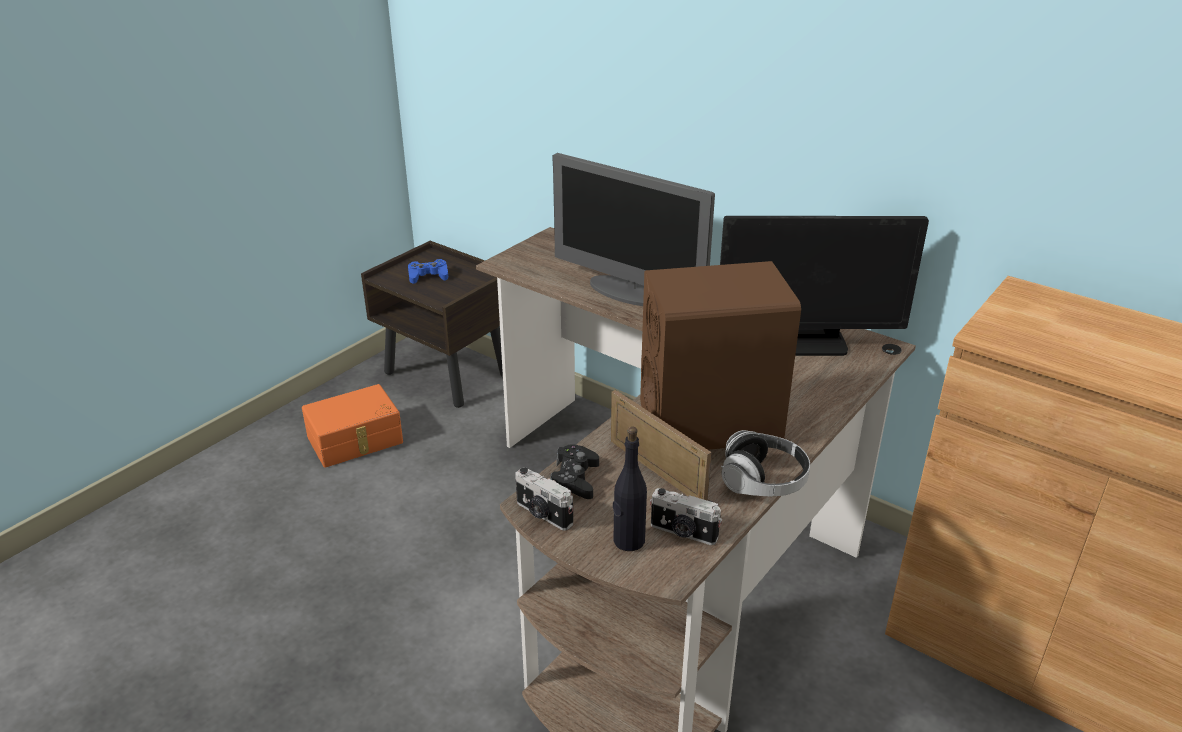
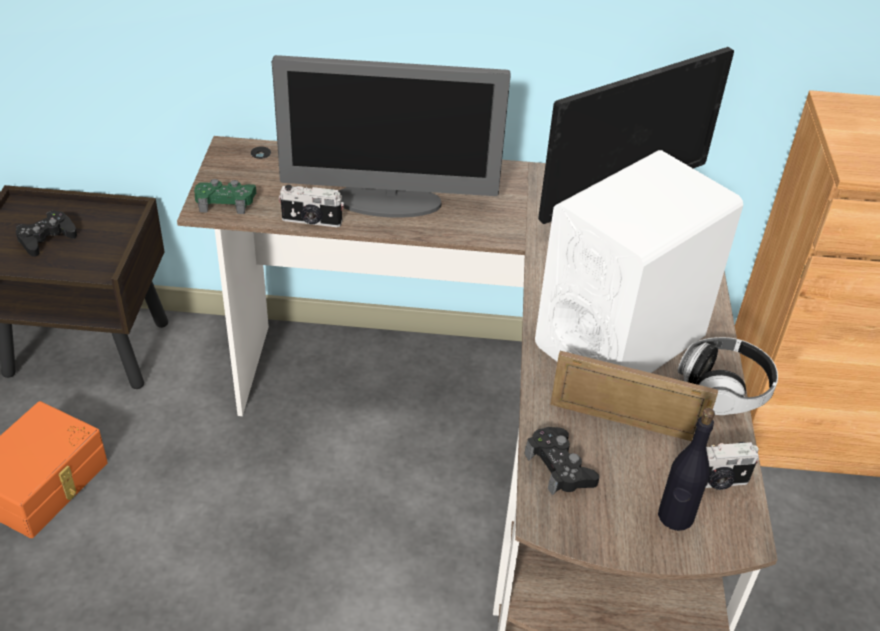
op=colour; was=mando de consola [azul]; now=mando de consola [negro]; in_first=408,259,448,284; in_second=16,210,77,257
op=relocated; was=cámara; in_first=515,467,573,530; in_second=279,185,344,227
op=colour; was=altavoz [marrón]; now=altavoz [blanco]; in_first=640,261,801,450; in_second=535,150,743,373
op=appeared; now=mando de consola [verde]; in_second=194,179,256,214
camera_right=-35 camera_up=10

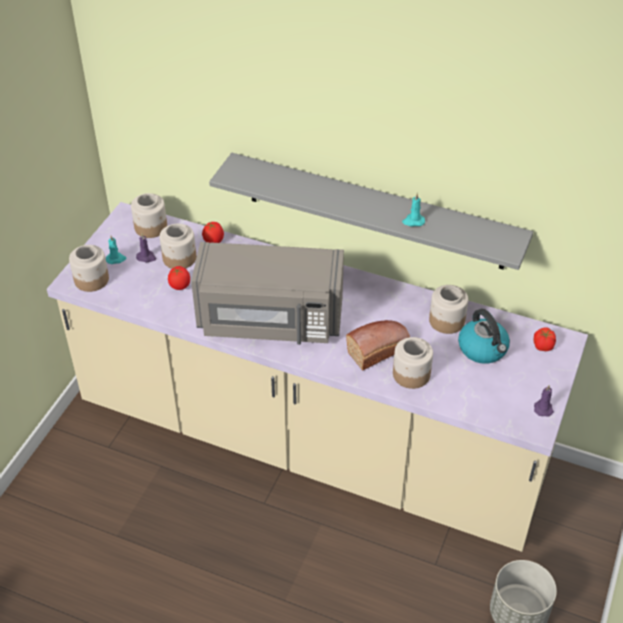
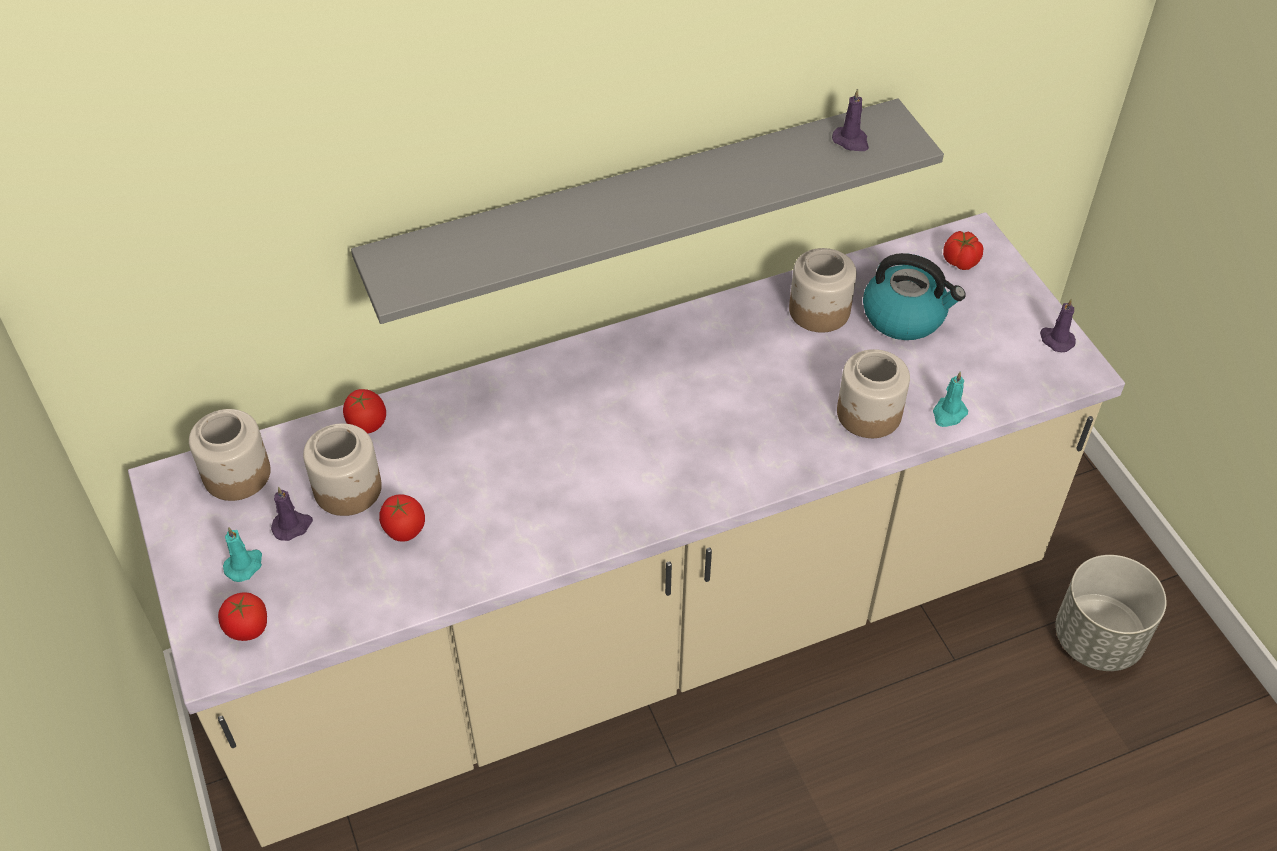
op=exchanged; was=tarro; now=tomate; in_first=69,245,109,292; in_second=218,592,267,641
op=missing; was=microondas [gris]; in_first=191,242,344,345
op=missing; was=pan; in_first=346,320,410,370
op=relocated; was=vela [turquesa]; in_first=402,193,425,227; in_second=933,371,968,427
op=appeared; now=vela [morado]; in_second=832,88,869,151
camera_right=-45 camera_up=5

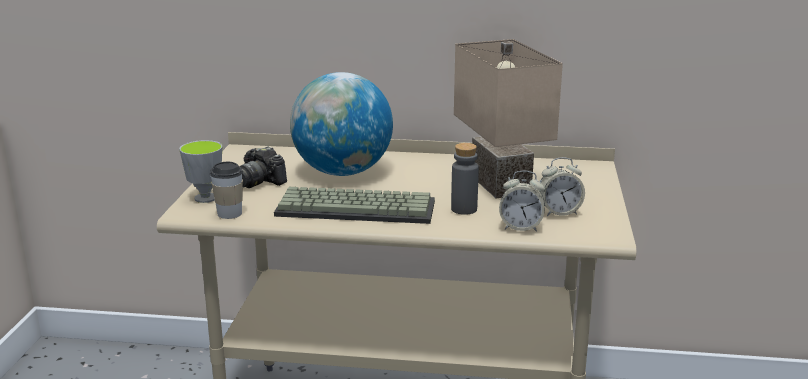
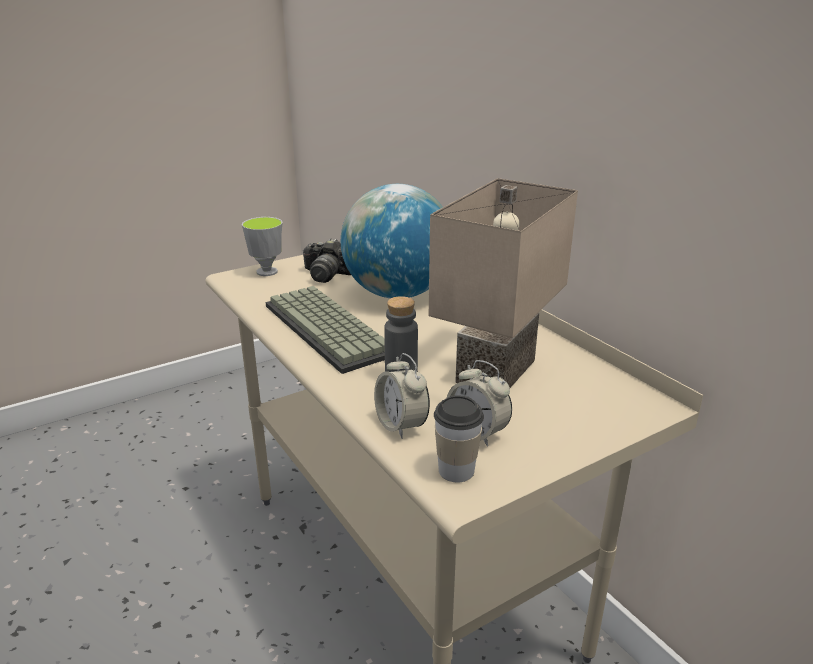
op=relocated; was=taza; in_first=210,162,243,219; in_second=434,395,484,482
op=spun; was=cámara; in_first=240,146,287,188; in_second=303,238,351,283; clockwise=-75
camera_right=50 camera_up=5

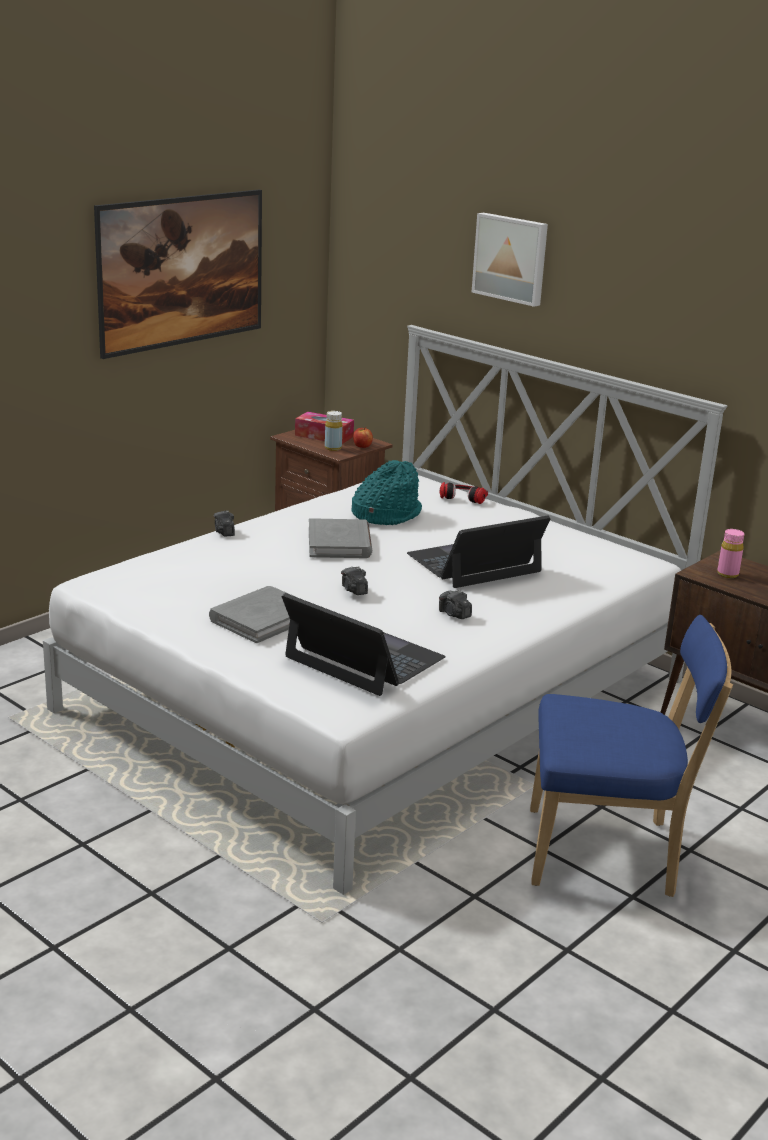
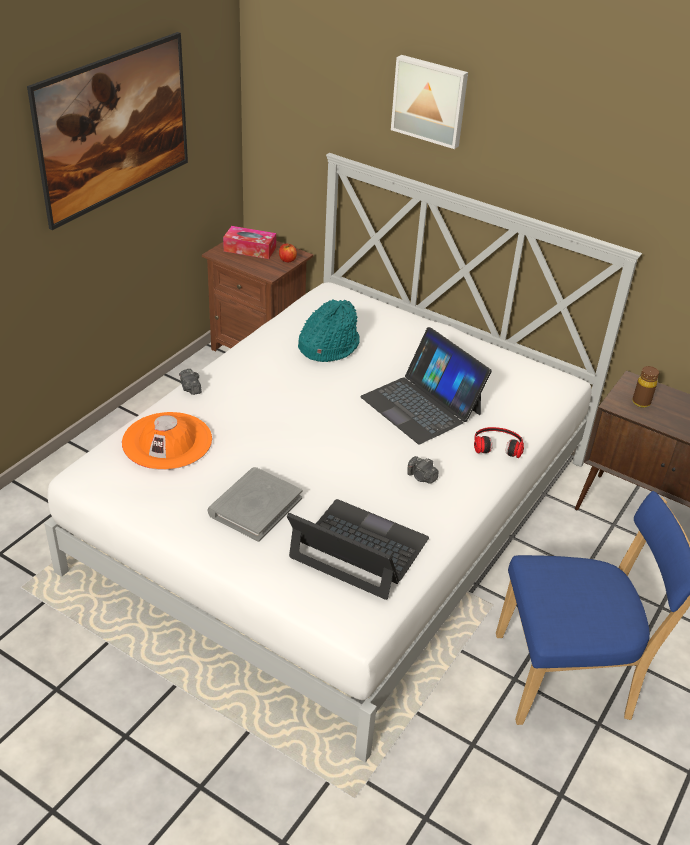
op=missing; was=libro [gris]; in_first=309,518,372,558
op=missing; was=botella [amarillo]; in_first=325,411,343,451
op=missing; was=cámara; in_first=341,566,368,595
op=spun; was=portátil; in_first=407,516,551,588; in_second=360,327,492,444; clockwise=-90
op=relocated; was=auriculares; in_first=439,482,488,504; in_second=474,427,524,458
op=colour; was=botella [rosa]; now=botella [marrón]; in_first=717,529,744,578; in_second=632,366,659,408
op=appeared; now=sombrero [naranja]; in_second=122,412,212,470
camera_right=-10 camera_up=15

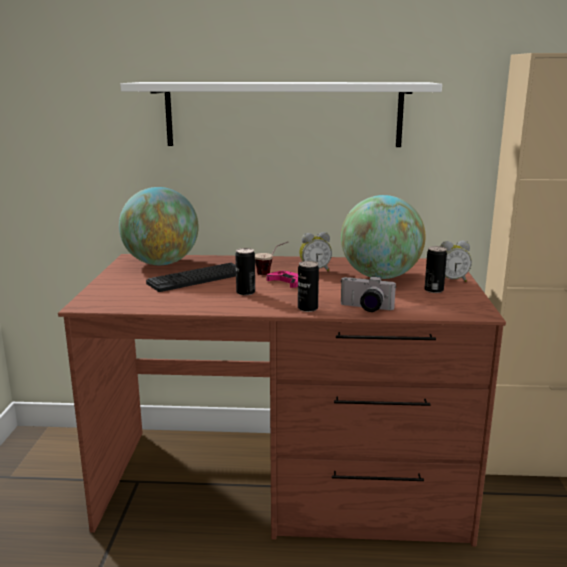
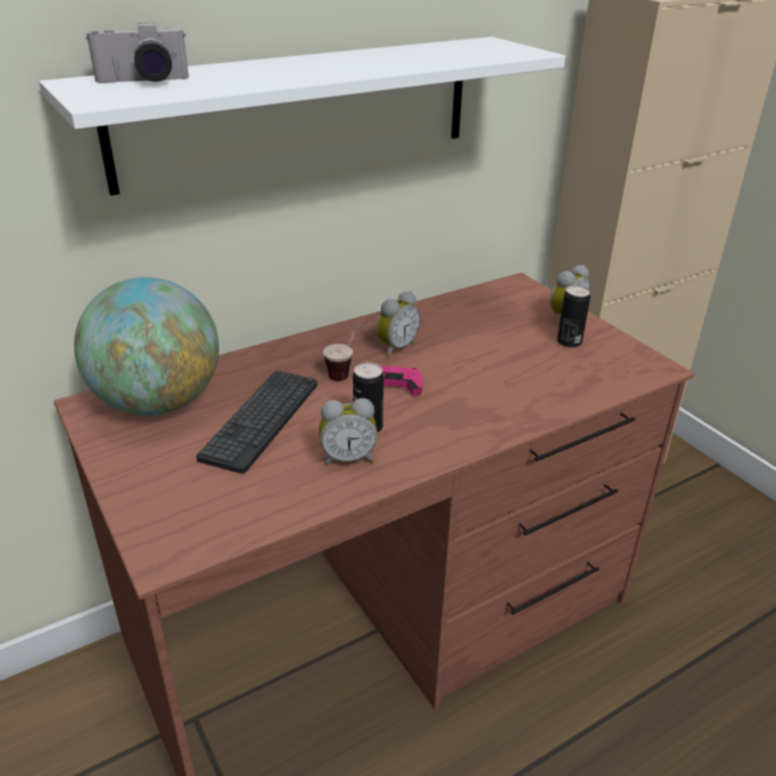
op=missing; was=lata; in_first=298,261,319,312
op=missing; was=globo terráqueo; in_first=341,195,426,279
op=relocated; was=cámara; in_first=341,276,396,312; in_second=86,23,189,83
op=appeared; now=despertador; in_second=319,398,378,466
camera_right=-35 camera_up=15

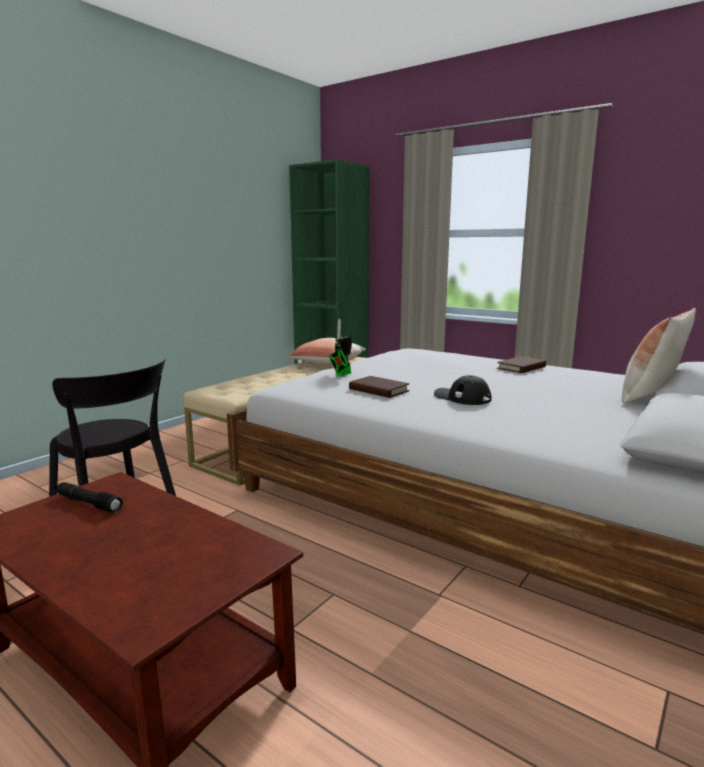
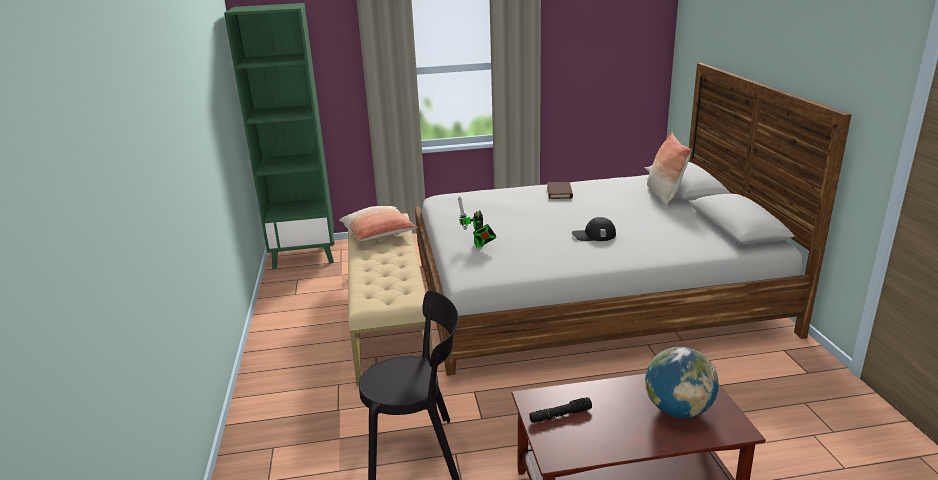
op=missing; was=libro [marrón]; in_first=349,376,409,398
op=appeared; now=globo terráqueo; in_second=645,347,718,418
camera_right=-45 camera_up=10

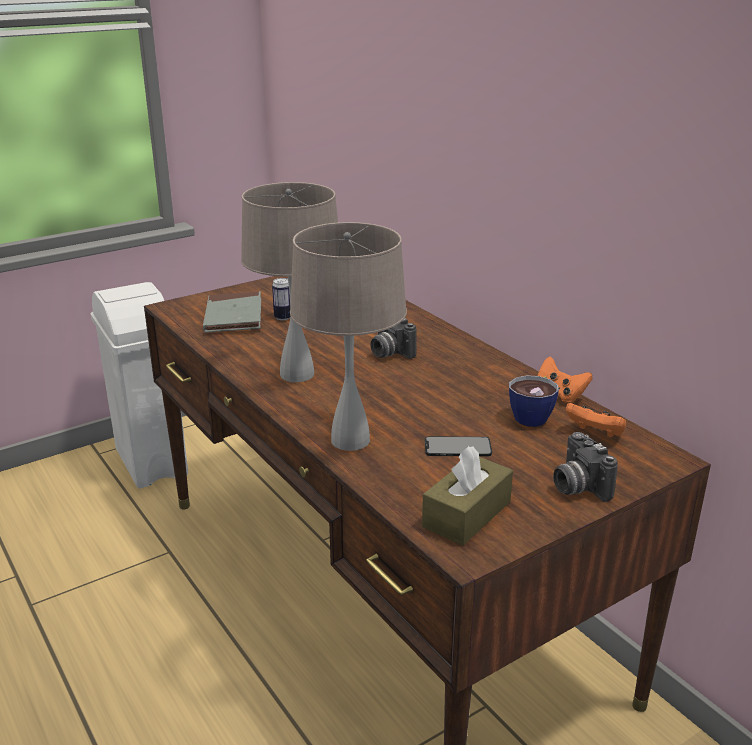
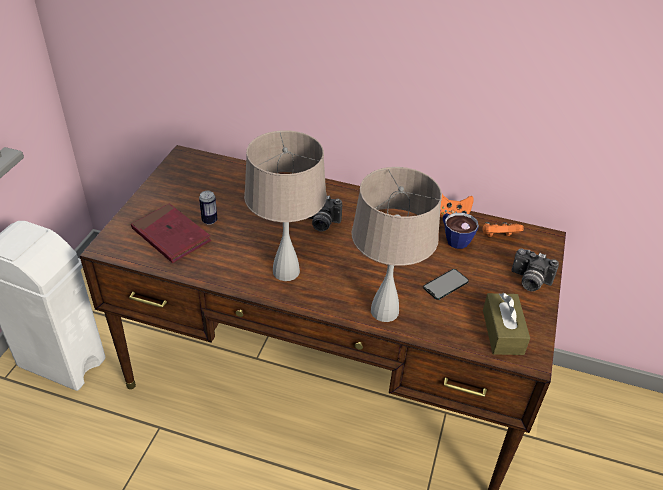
op=colour; was=libro [gris]; now=libro [rojo]; in_first=203,292,261,333; in_second=131,203,211,263
camera_right=-40 camera_up=15

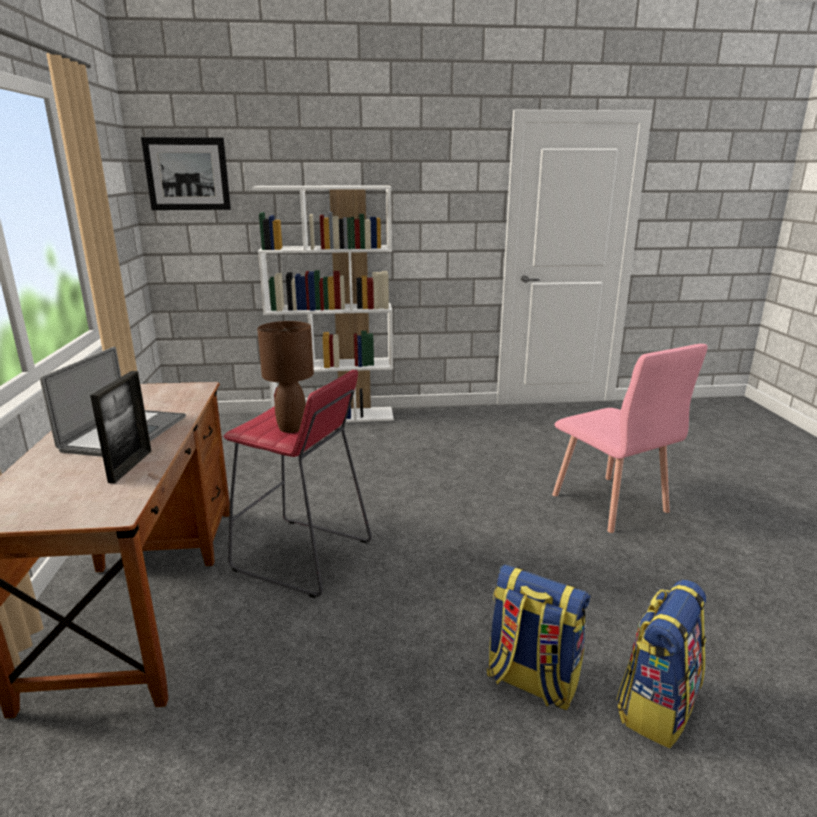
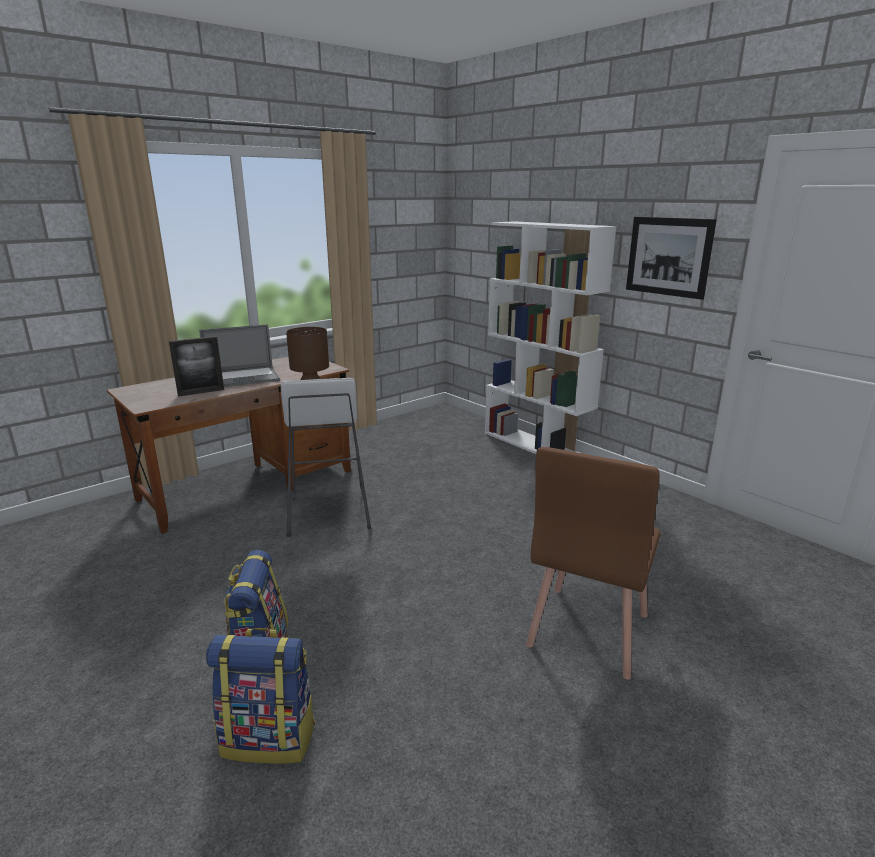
op=relocated; was=cuadro; in_first=141,137,231,210; in_second=626,217,716,300
op=colour; was=taburete [rojo]; now=taburete [blanco]; in_first=223,370,372,598; in_second=281,378,371,537
op=colour; was=silla [rosa]; now=silla [marrón]; in_first=552,344,708,533; in_second=526,447,660,680
camera_right=55 camera_up=0

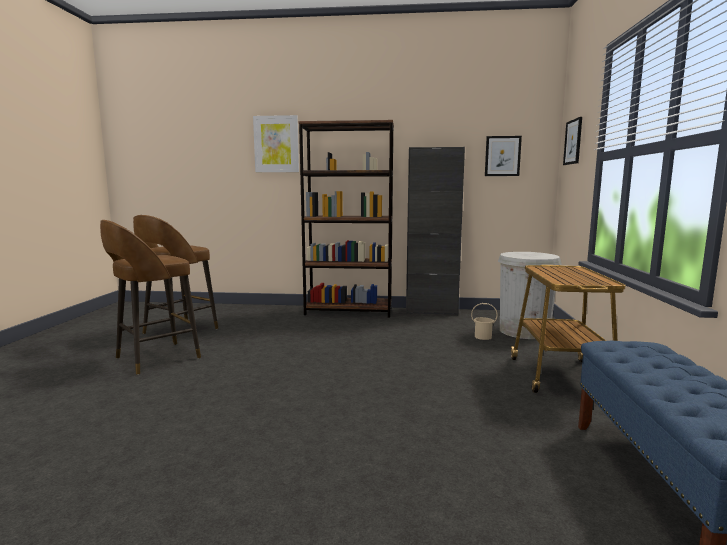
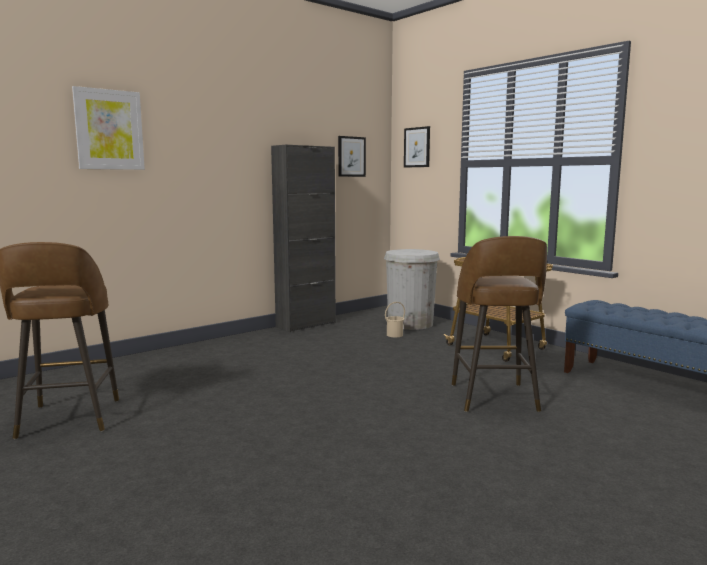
op=relocated; was=taburete [marrón]; in_first=100,220,201,375; in_second=452,236,547,412
op=missing; was=estantería [marrón]; in_first=298,120,394,317
camera_right=-45 camera_up=0

